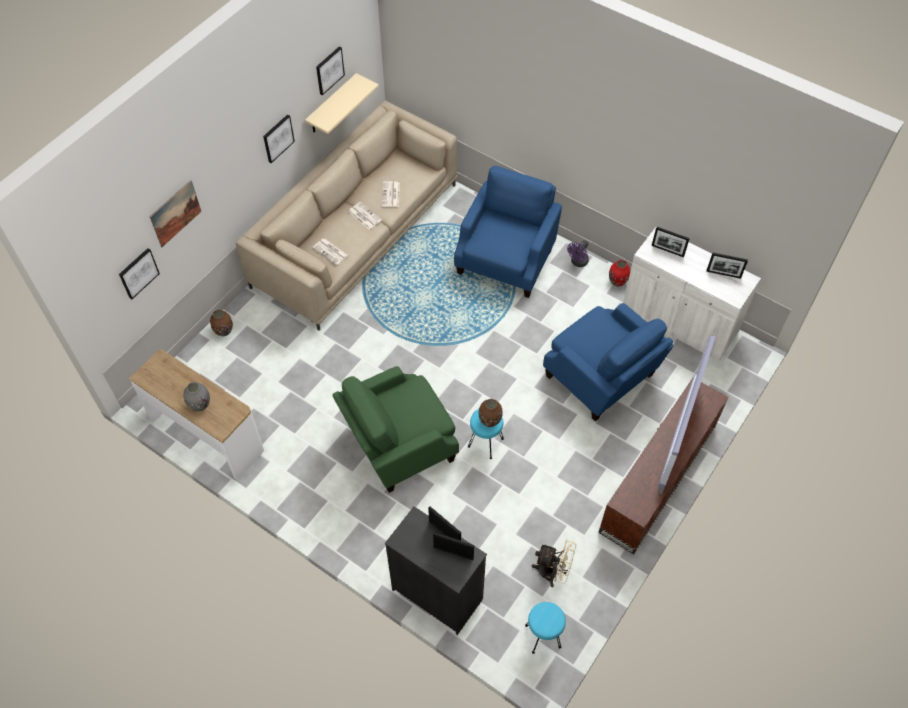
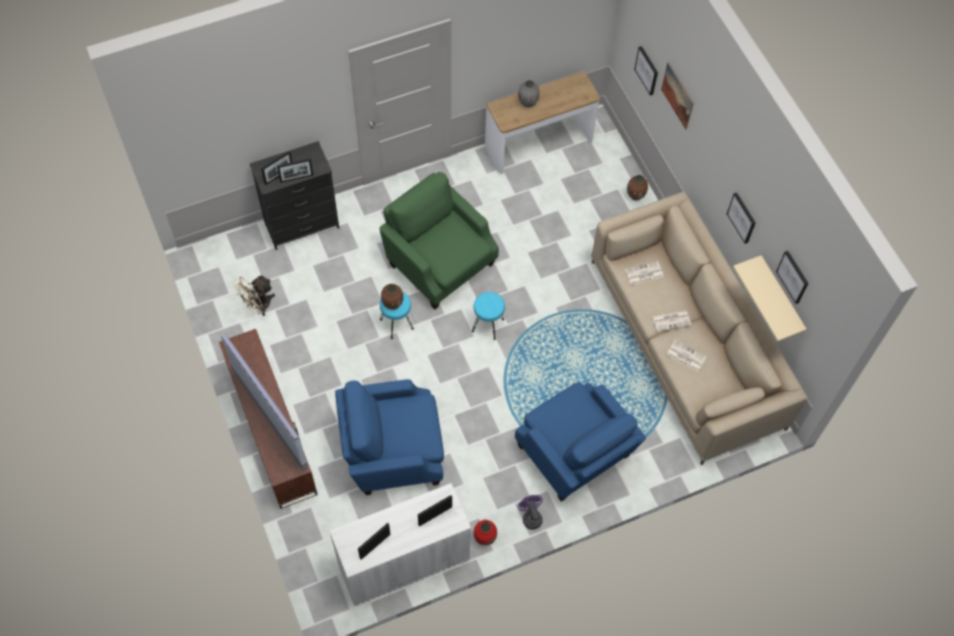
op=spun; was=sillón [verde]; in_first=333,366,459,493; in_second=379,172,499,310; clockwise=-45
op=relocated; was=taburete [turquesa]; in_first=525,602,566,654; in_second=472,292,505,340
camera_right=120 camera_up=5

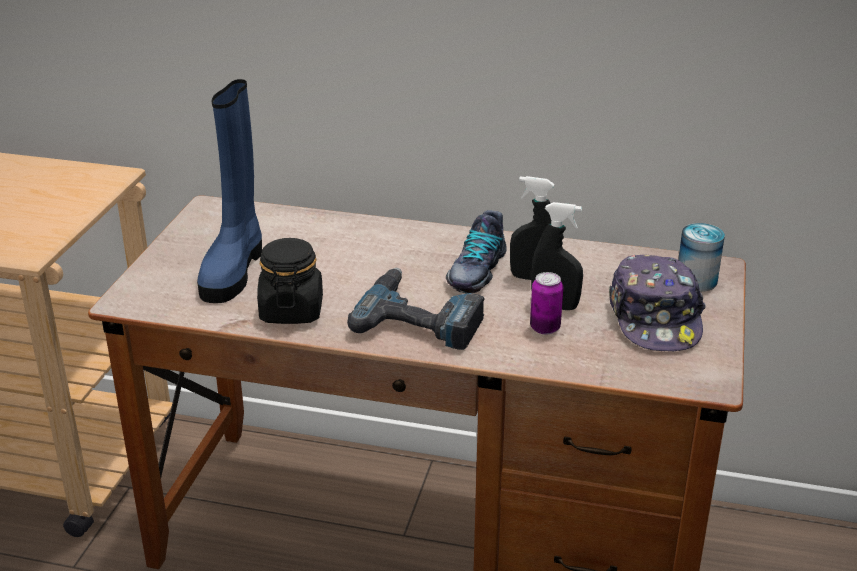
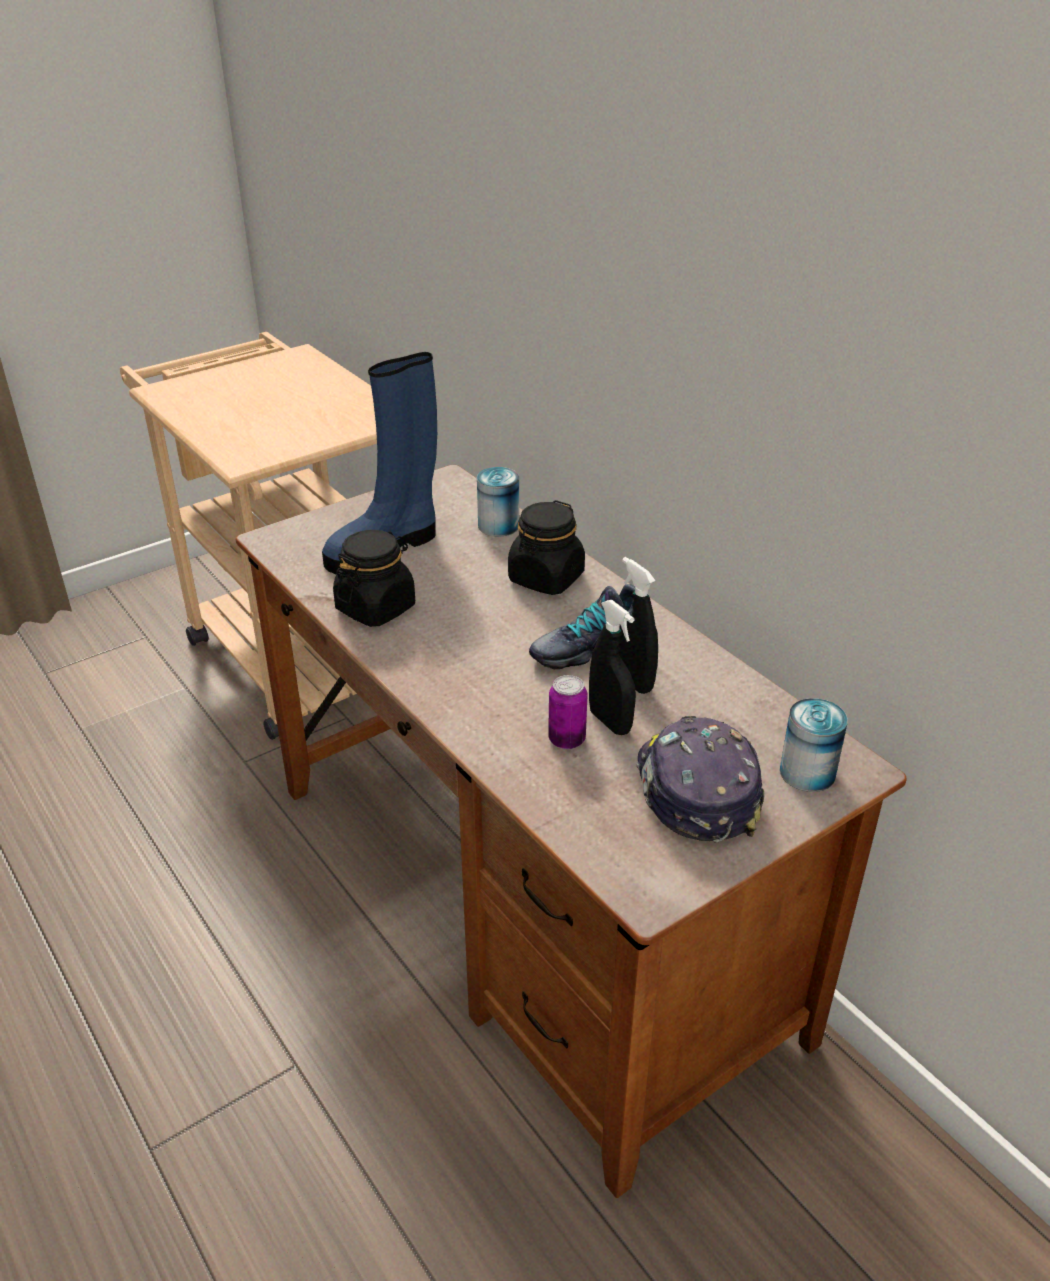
op=missing; was=taladro; in_first=347,268,485,350
op=spun; was=gorra; in_first=609,255,706,351; in_second=636,716,764,843; clockwise=135
op=appeared; now=lata; in_second=477,467,519,537
op=appeared; now=tarro [negro]; in_second=508,500,585,595
camera_right=40 camera_up=5

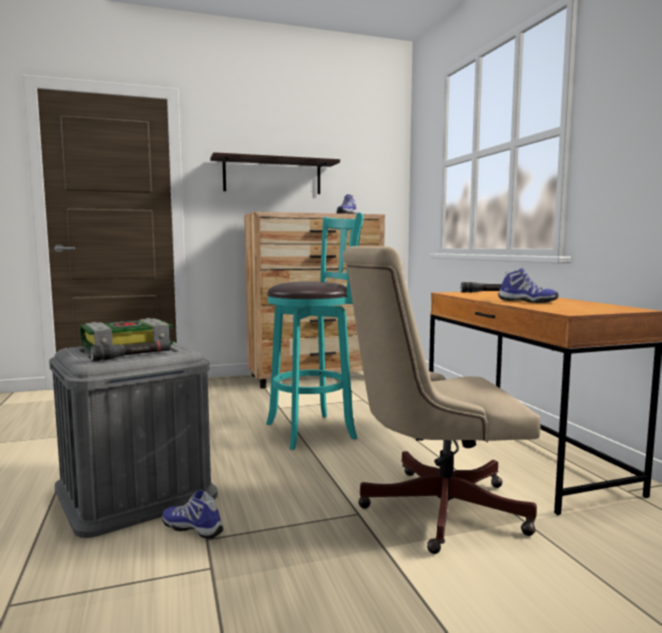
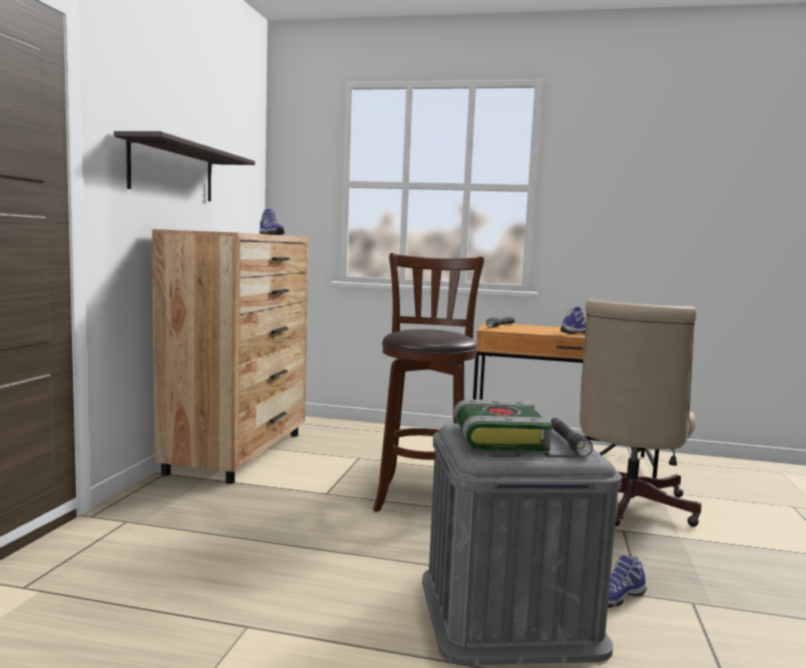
op=colour; was=taburete [turquesa]; now=taburete [marrón]; in_first=266,213,364,450; in_second=373,253,484,512
camera_right=-60 camera_up=0

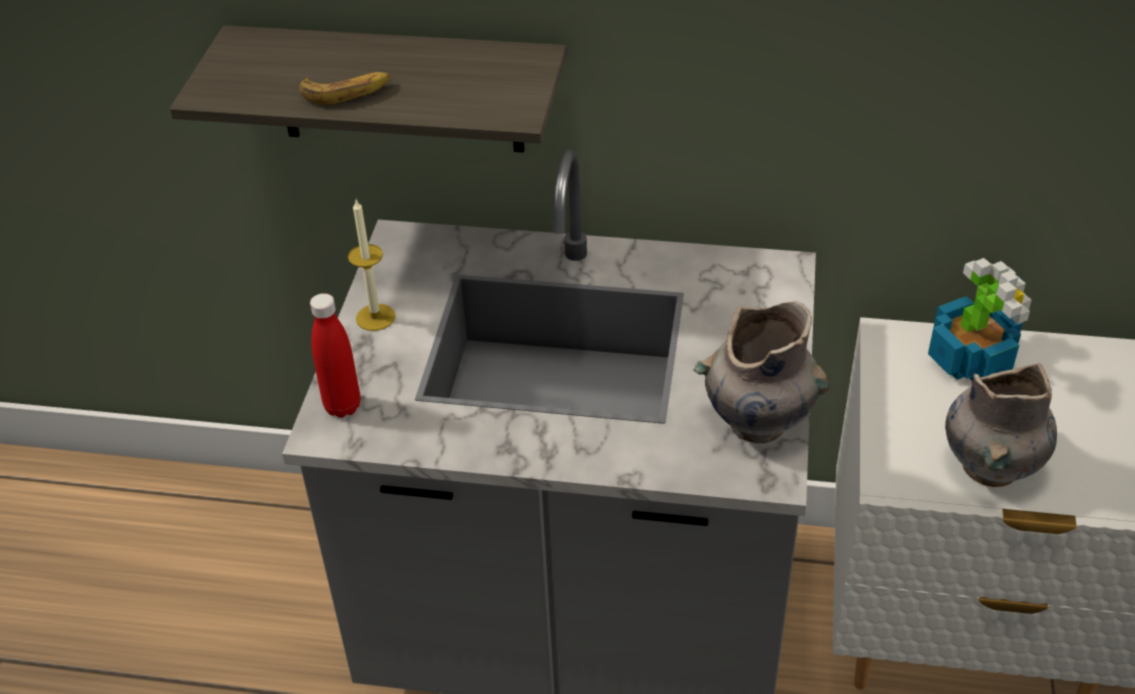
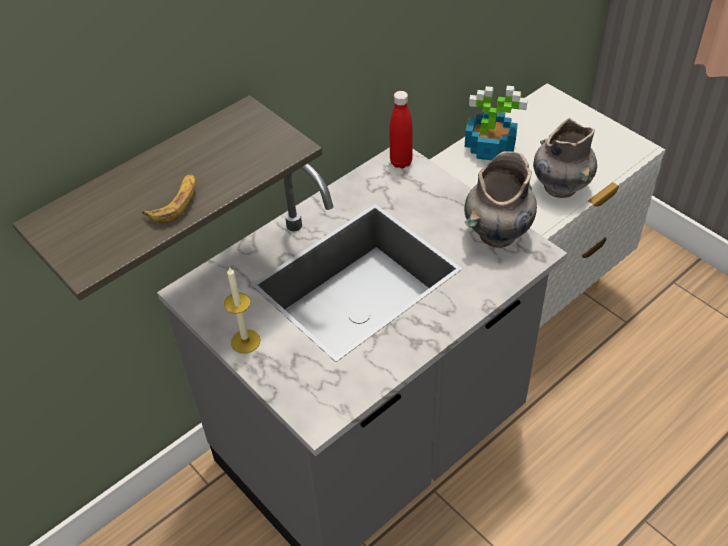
op=relocated; was=botella [rojo]; in_first=310,293,360,418; in_second=390,91,413,169
camera_right=-50 camera_up=5

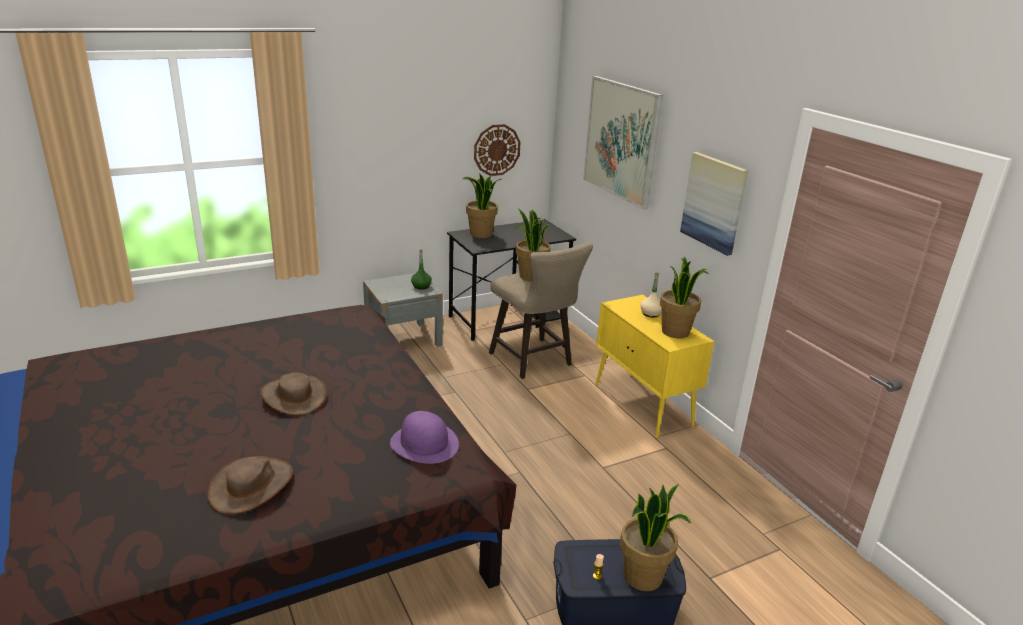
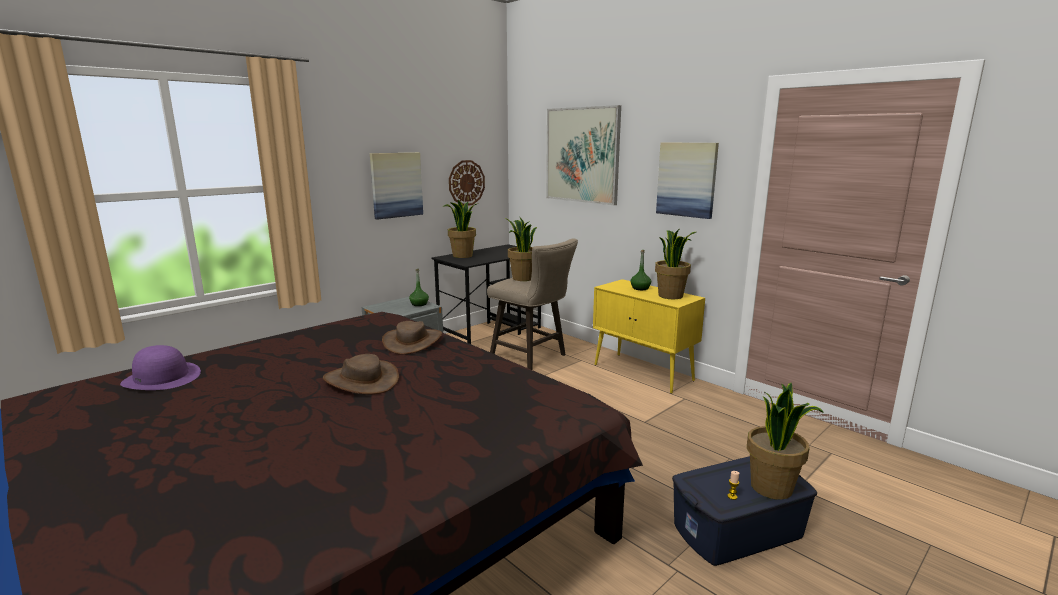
op=relocated; was=sombrero [marrón]; in_first=208,456,293,514; in_second=382,321,442,355
op=relocated; was=sombrero [morado]; in_first=390,411,459,464; in_second=120,345,201,390
op=colour; was=botella [beis]; now=botella [verde]; in_first=640,272,662,318; in_second=630,250,651,290
op=appeared; now=cuadro; in_second=370,152,423,220
camera_right=-15 camera_up=-10

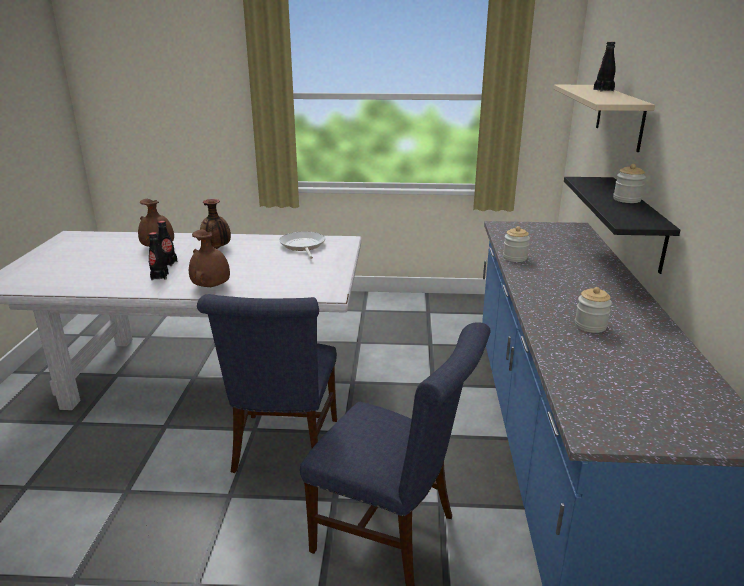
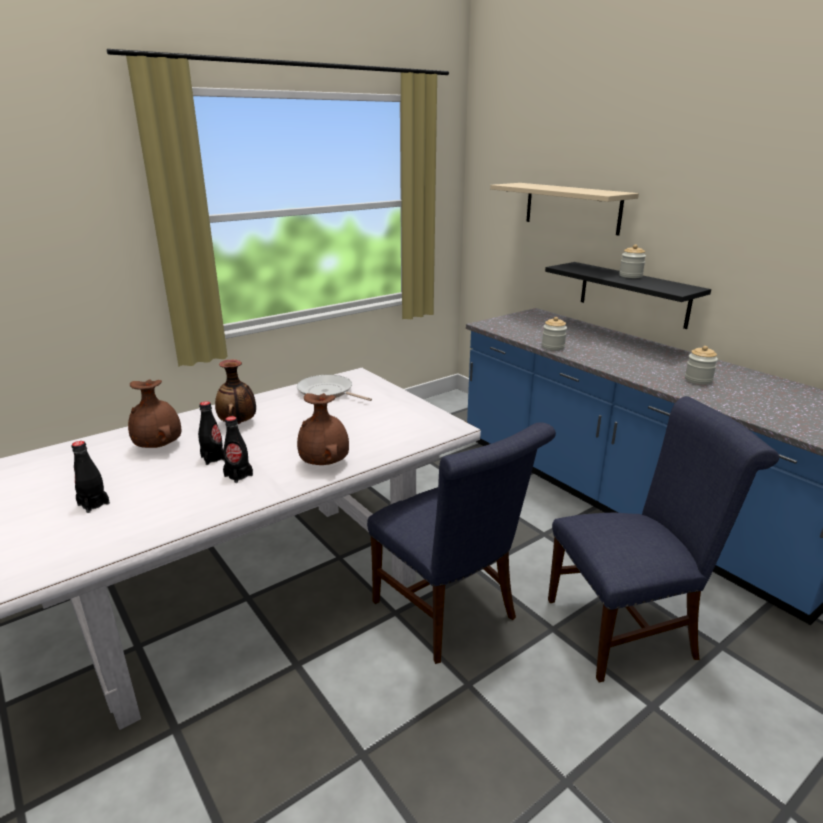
op=relocated; was=botella [negro]; in_first=594,42,616,91; in_second=71,441,110,513
camera_right=-40 camera_up=0

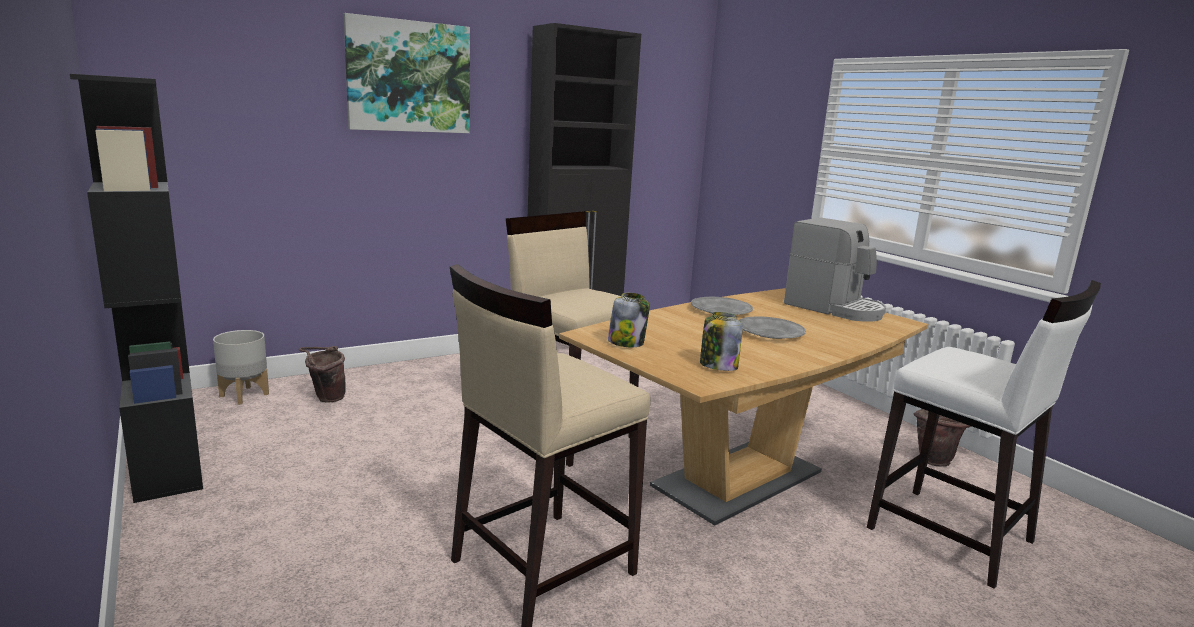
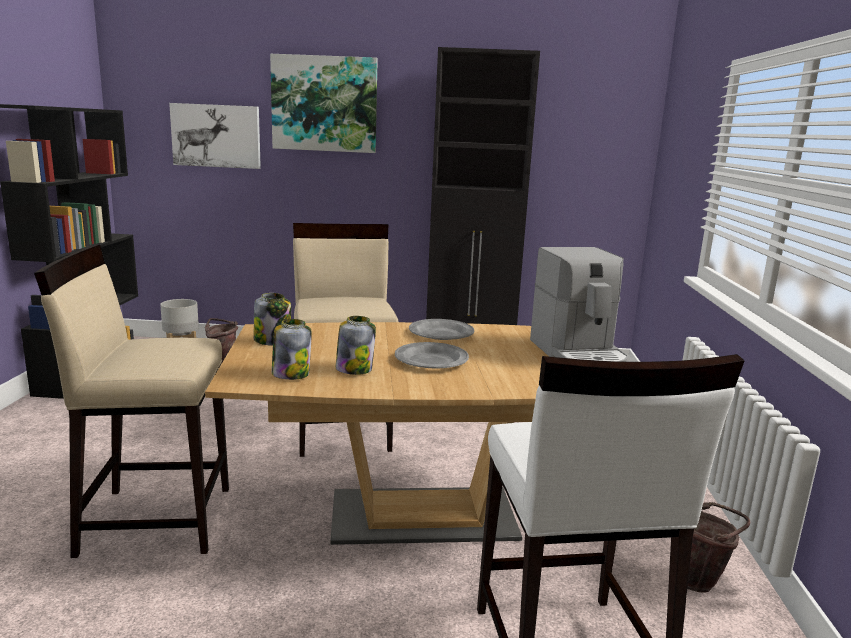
op=appeared; now=cuadro; in_second=169,103,261,169
op=appeared; now=tarro; in_second=336,316,376,375
camera_right=35 camera_up=0

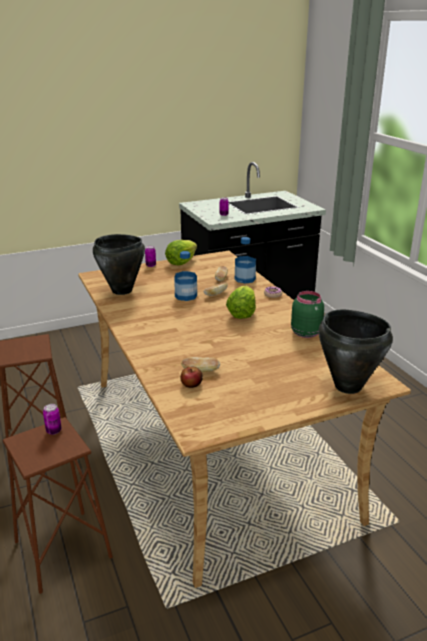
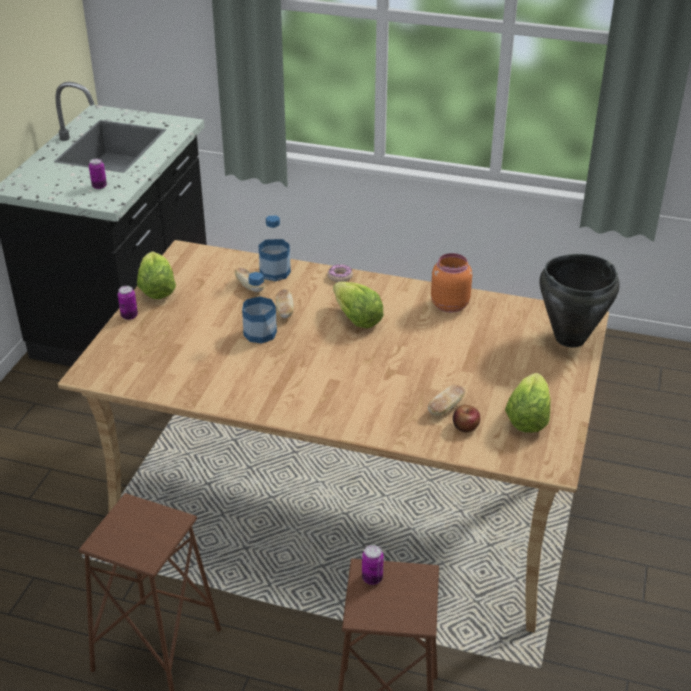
op=missing; was=olla [negro]; in_first=93,234,145,295
op=colour; was=tarro [verde]; now=tarro [naranja]; in_first=291,291,324,338; in_second=431,253,472,312
op=appeared; now=lechuga; in_second=505,373,551,433
camera_right=-50 camera_up=10

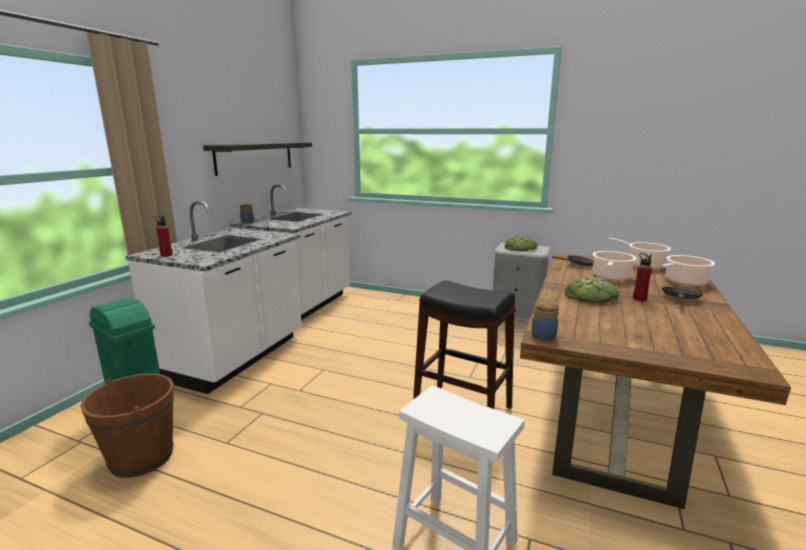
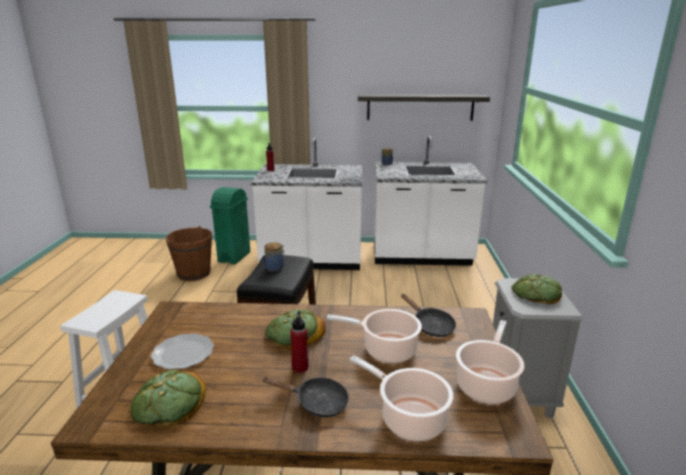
op=relocated; was=tarro; in_first=531,301,559,340; in_second=264,242,285,272
op=appeared; now=pan; in_second=130,370,206,426
op=appeared; now=plato; in_second=151,333,214,370
camera_right=70 camera_up=5

